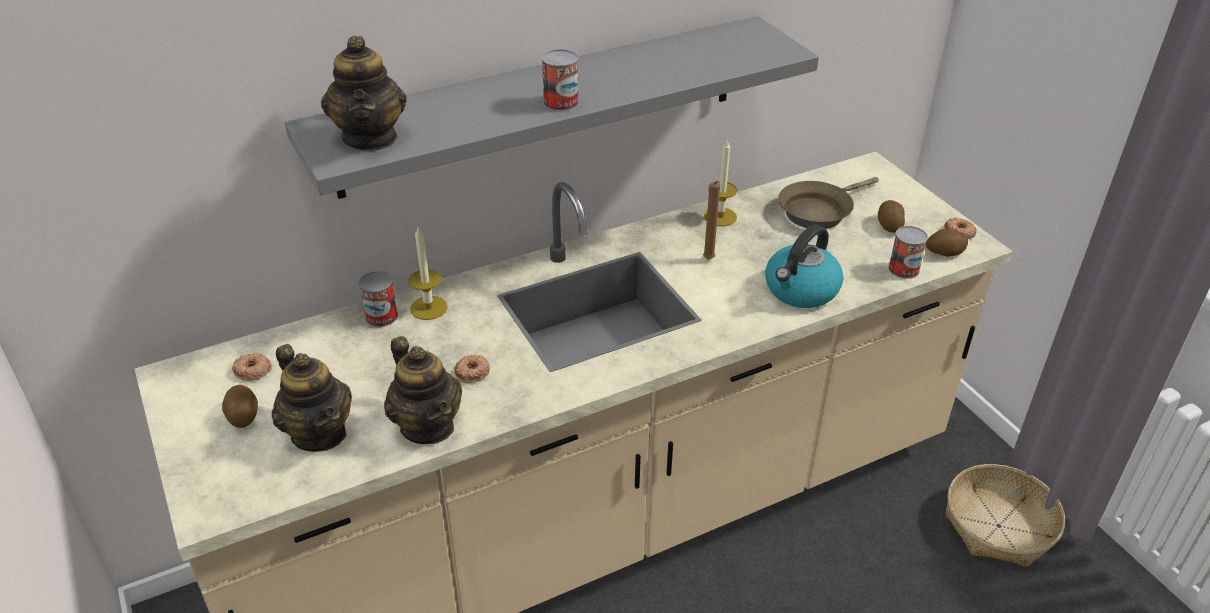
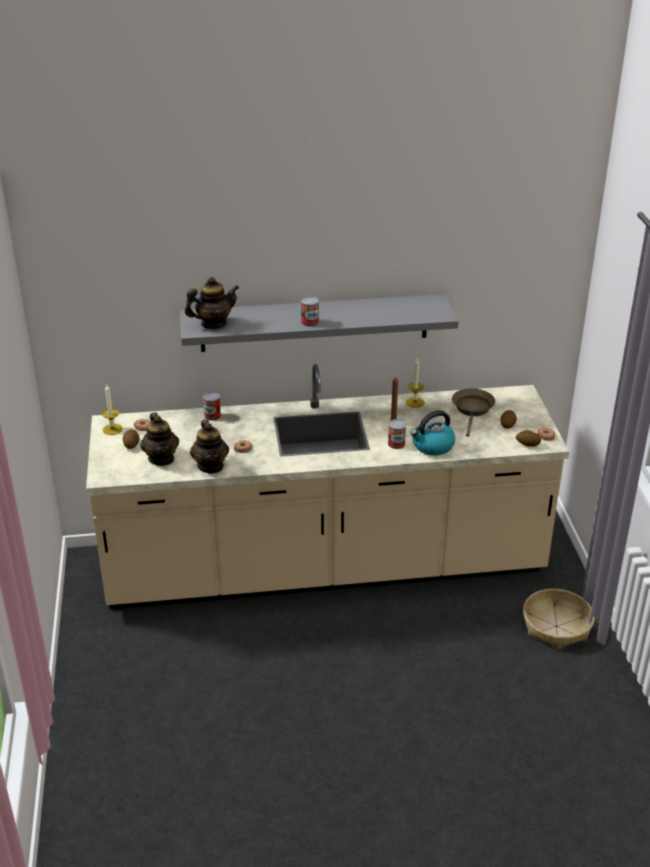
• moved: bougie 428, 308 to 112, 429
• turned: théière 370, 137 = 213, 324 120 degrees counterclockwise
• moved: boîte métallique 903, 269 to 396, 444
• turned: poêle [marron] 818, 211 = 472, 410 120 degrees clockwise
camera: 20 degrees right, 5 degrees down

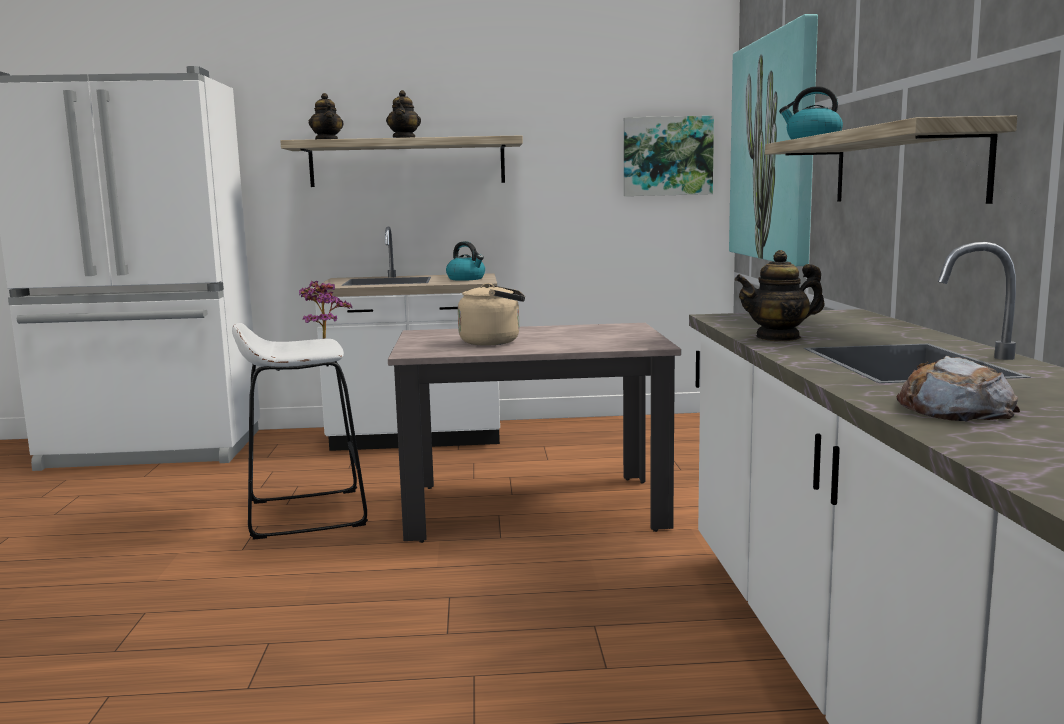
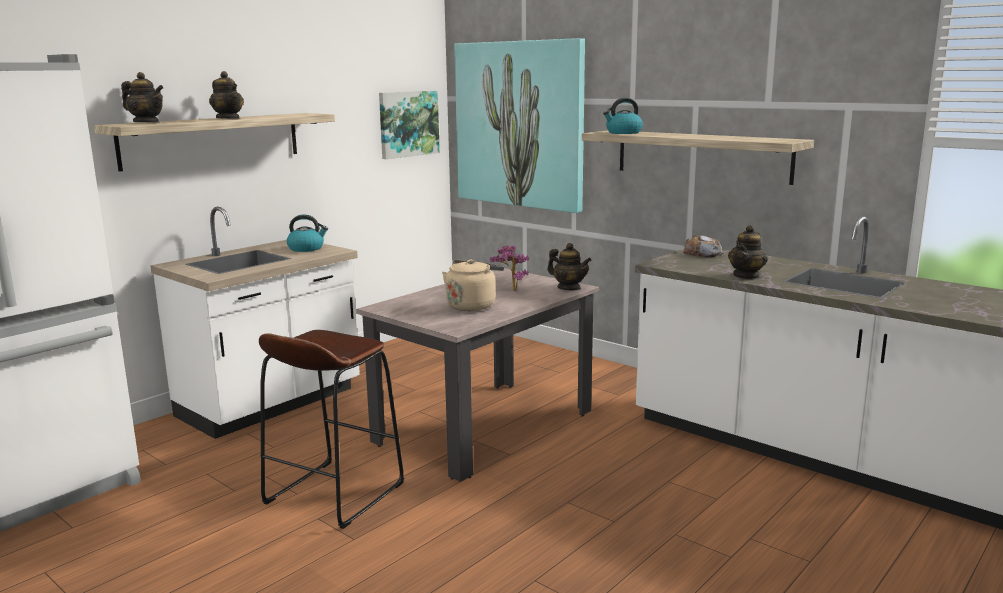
• recoloured: tabouret [blanc] 306, 513 to tabouret [marron] 334, 493
• moved: plante en pot 323, 338 to 511, 290
• added: théière 569, 288
• moved: pain 954, 409 to 702, 253
camera: 45 degrees left, 5 degrees up

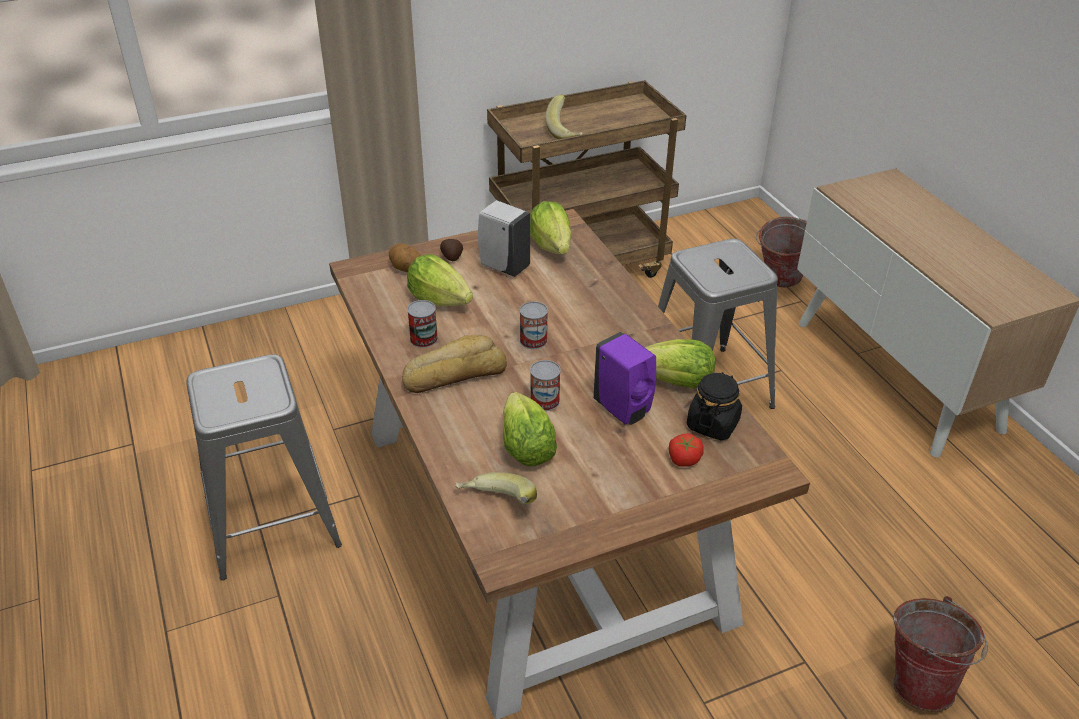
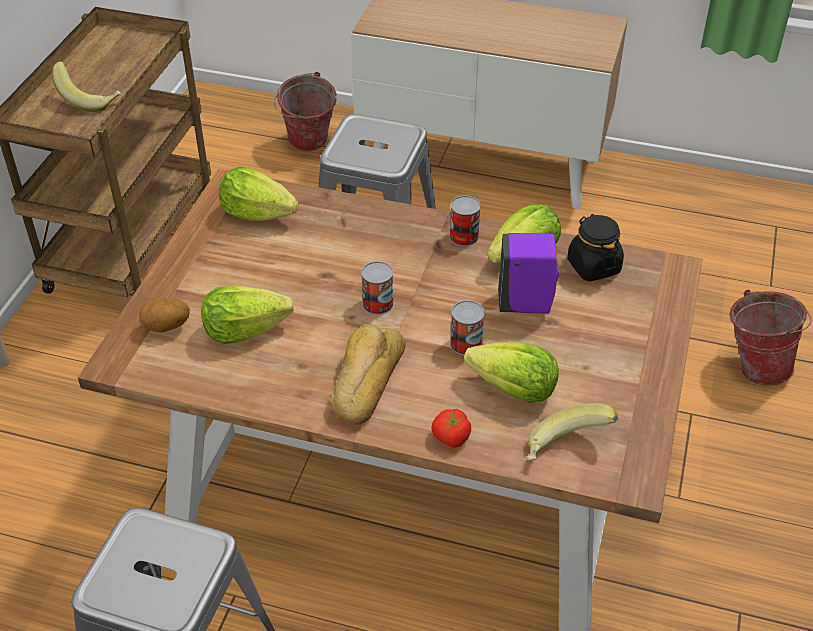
• moved: tomate 683, 458 to 451, 436
• moved: boîte métallique 424, 339 to 464, 236
• removed: pomme de terre 452, 257
• removed: distributeur de savon [blanc] 503, 266
camera: 50 degrees left, 5 degrees up

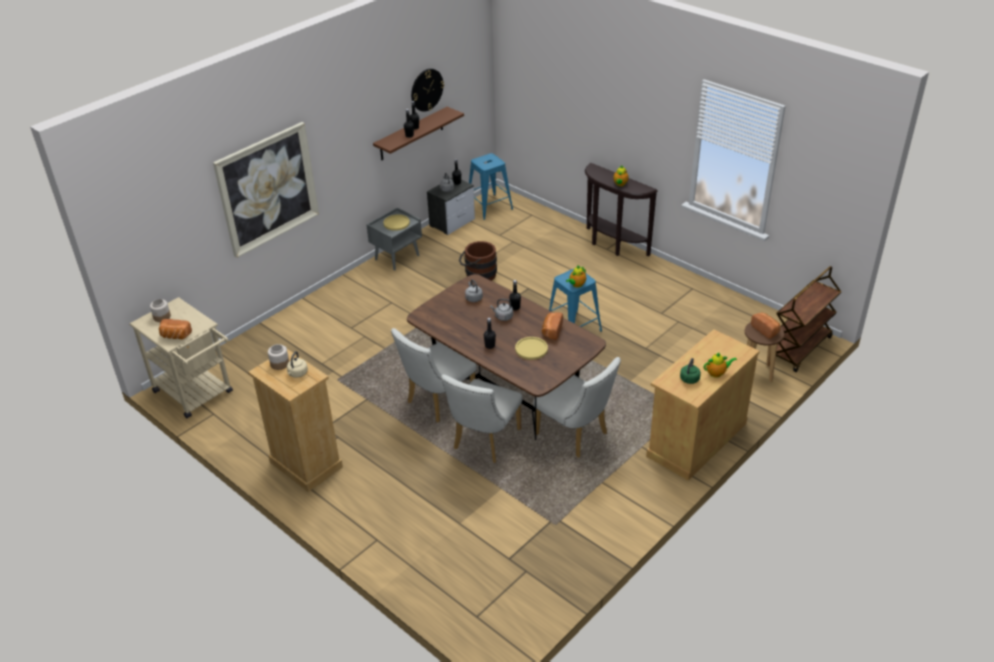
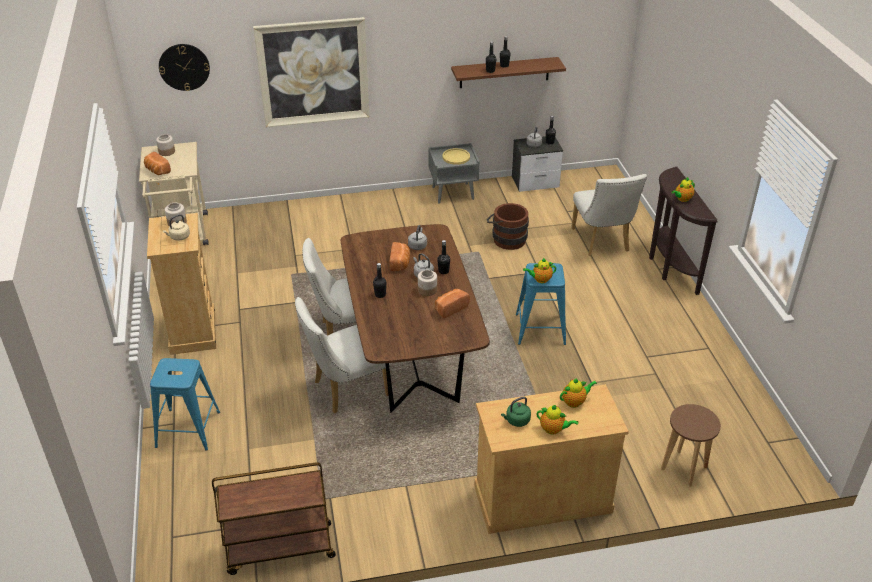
• moved: tabouret [bleu] 489, 207 to 187, 429
• moved: horloge murale 426, 89 to 184, 67
• moved: chariot [marron] 800, 349 to 279, 549
• moved: pain 766, 330 to 400, 263
• added: bocal 427, 290
• added: théière 575, 402
• moved: chaise [blanc] 576, 436 to 602, 242
• removed: assiette [jaune] 531, 349
camera: 35 degrees right, 0 degrees up

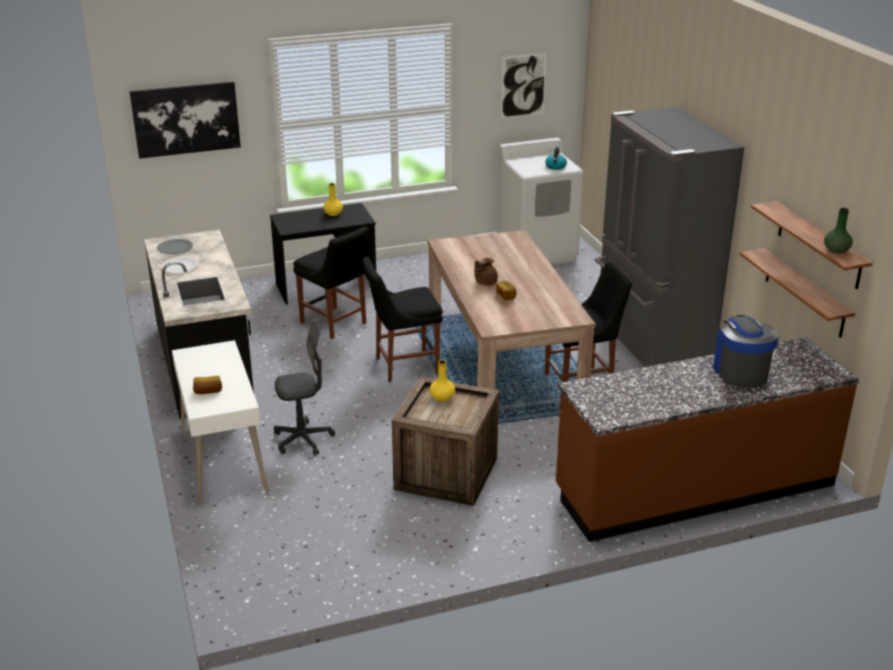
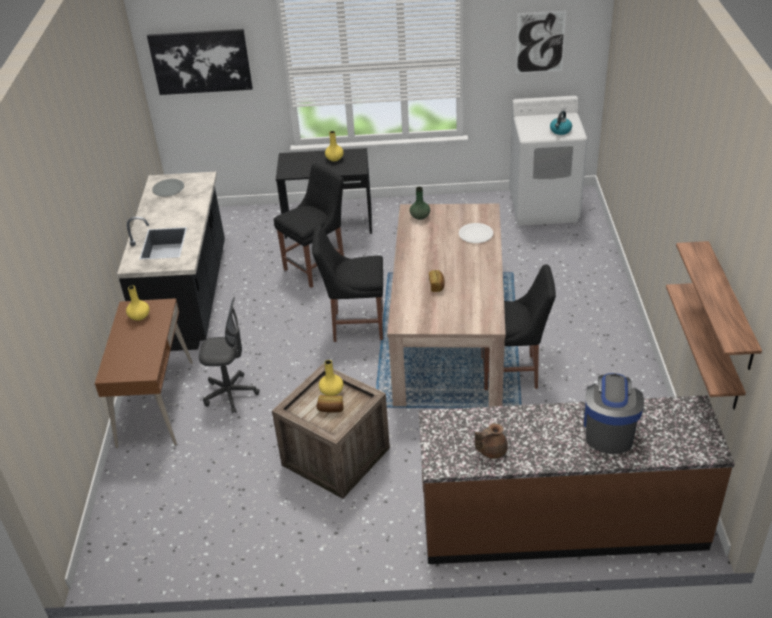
• recoloured: bureau [blanc] 222, 460 to bureau [marron] 155, 403
• added: vase [jaune] 139, 316
• turned: chaise [noir] 335, 324 = 317, 267 105 degrees counterclockwise
• moved: pain 208, 391 to 331, 409
• moved: vase [vert] 836, 250 to 420, 216
• moved: assiette [blanc] 180, 267 to 475, 234
• moved: théière [marron] 485, 283 to 491, 451
• removed: réfrigérateur [gris] 650, 341
camera: 20 degrees right, 10 degrees up

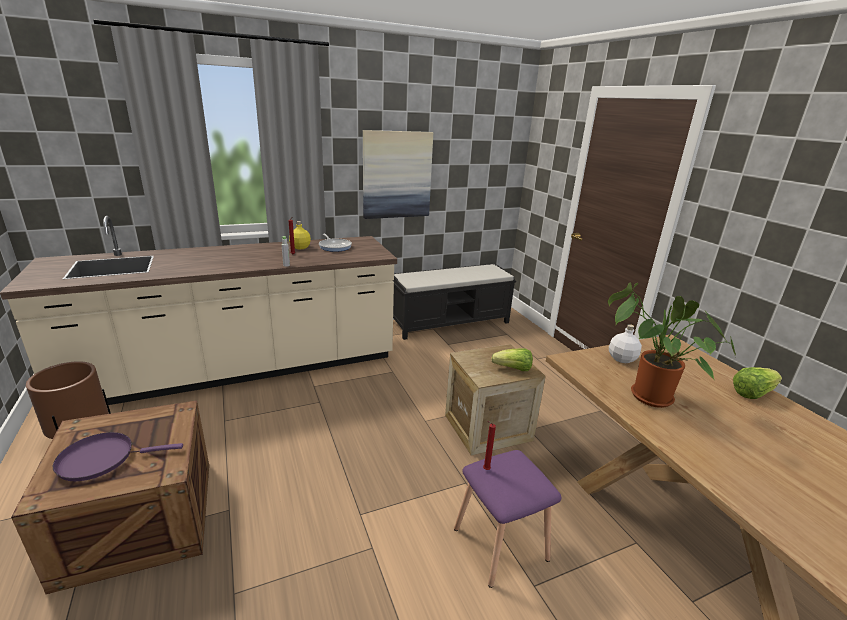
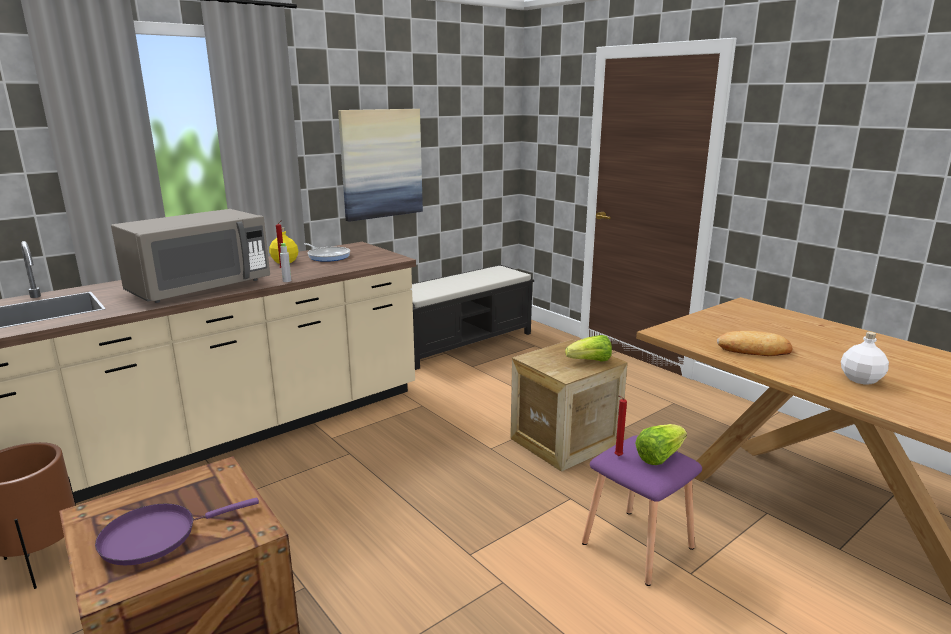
• added: micro-ondes [gris] 200, 288
• moved: laitue 752, 393 to 659, 456
• replaced: plante en pot 646, 397 to pain 754, 350
• moved: bouteille [blanc] 621, 359 to 861, 380
camera: 15 degrees left, 5 degrees down

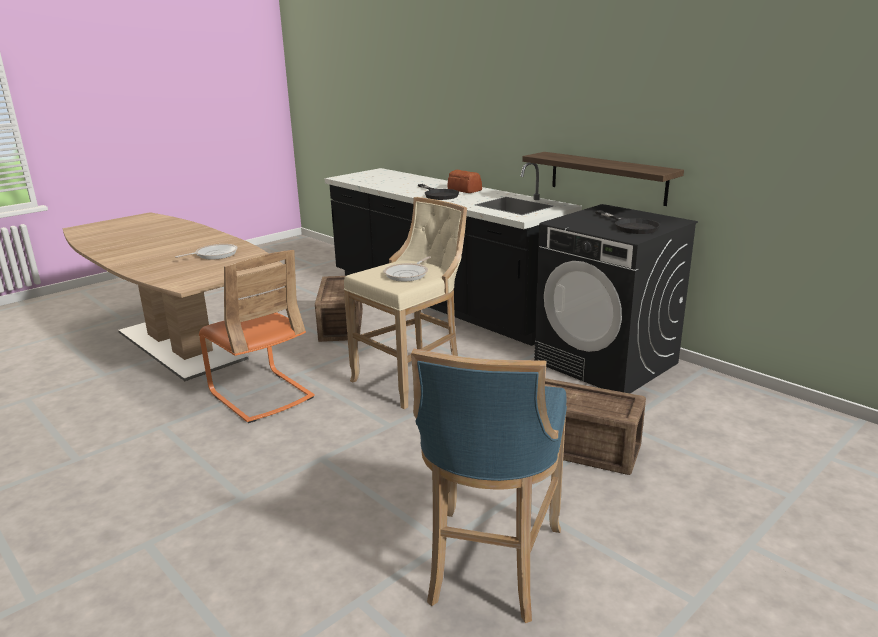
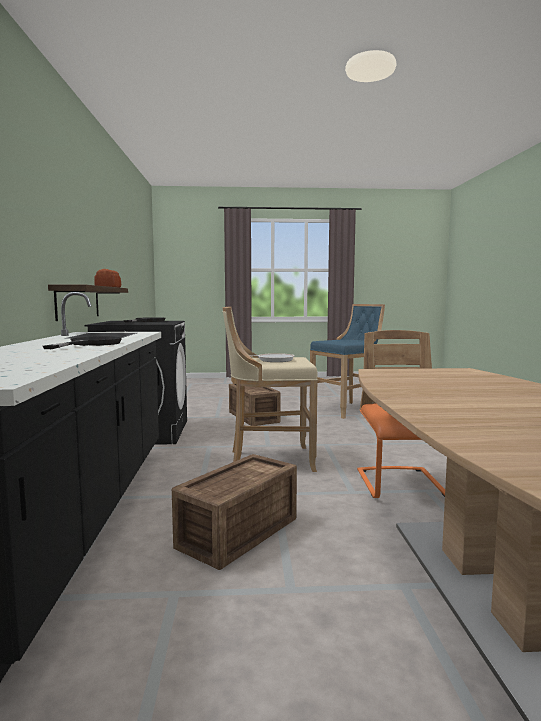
• moved: pain 464, 190 to 109, 287
• removed: poêle 214, 255
camera: 140 degrees left, 15 degrees down

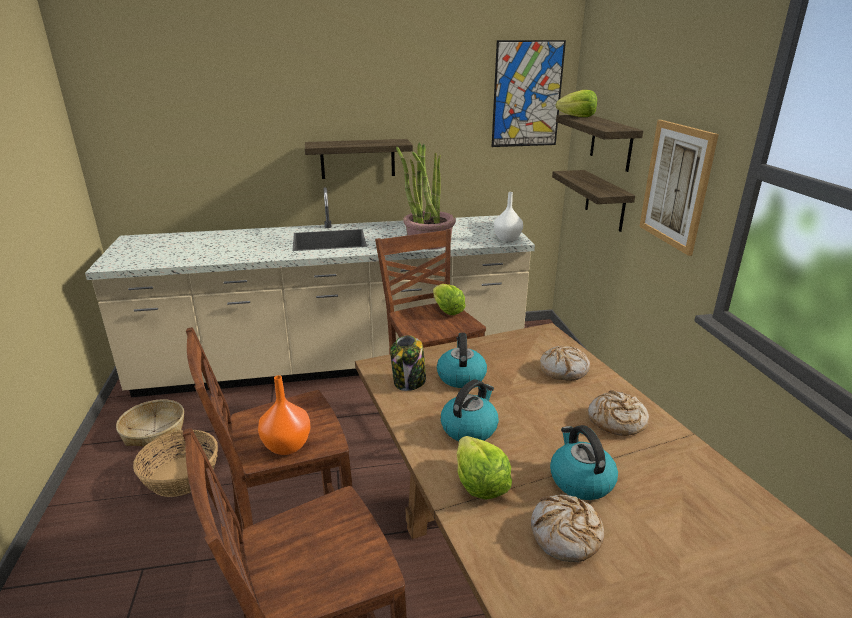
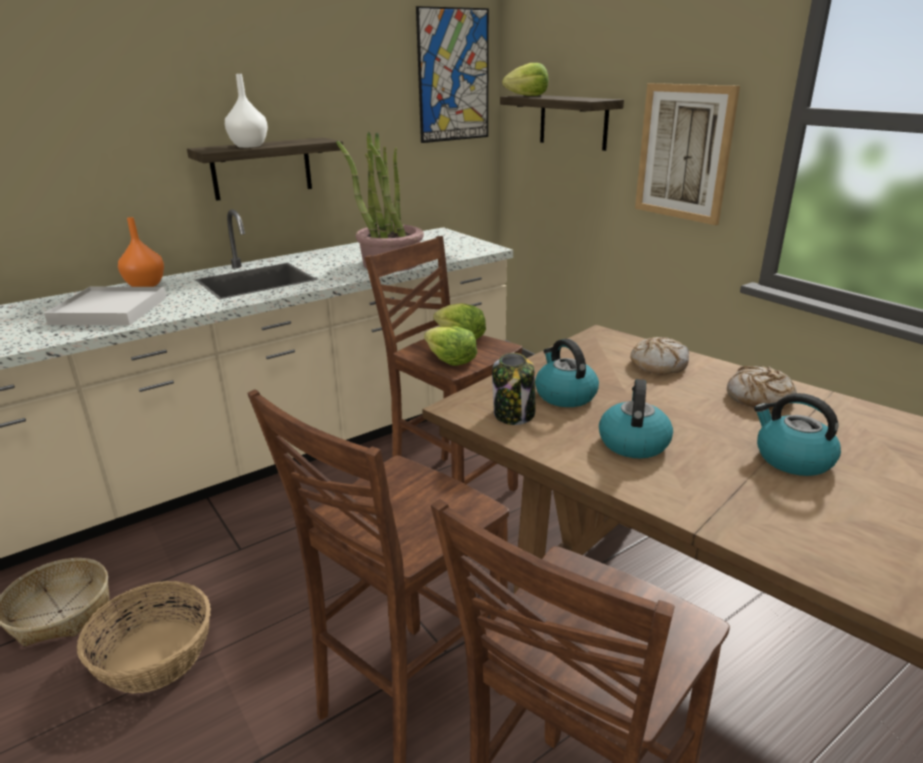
• added: plateau [blanc] 110, 310
• moved: vase [orange] 287, 445 to 146, 285
• moved: vase [blanc] 507, 238 to 249, 146
• moved: laitue 480, 483 to 450, 360
• removed: pain 565, 535
• removed: étagère 605, 200
camera: 25 degrees left, 0 degrees up

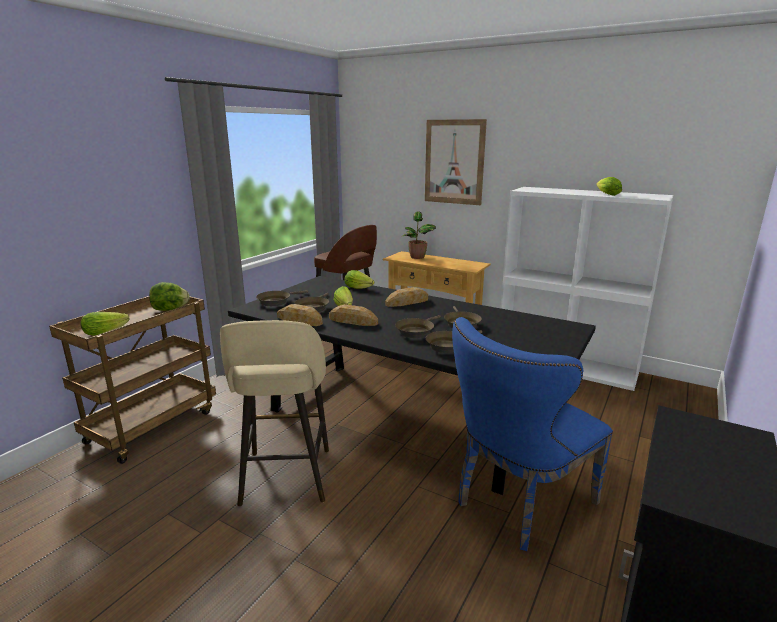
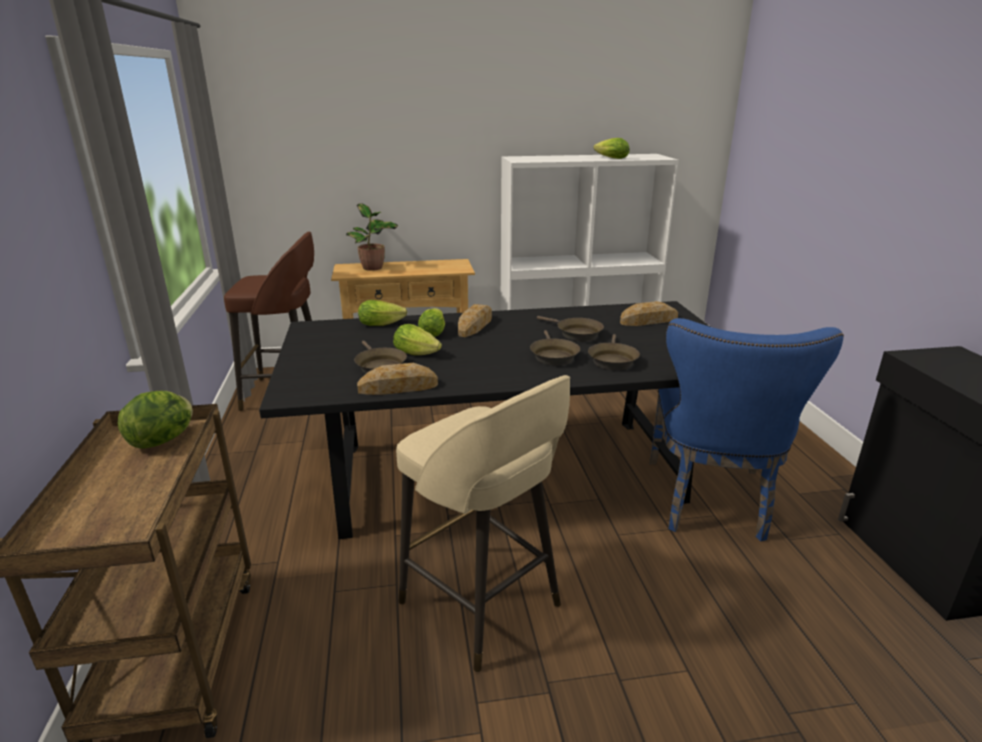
• moved: laitue 108, 331 to 434, 331
• moved: pain 353, 321 to 648, 320
• removed: poêle [marron] 276, 301
• removed: tableau 454, 162
camera: 40 degrees left, 5 degrees up

